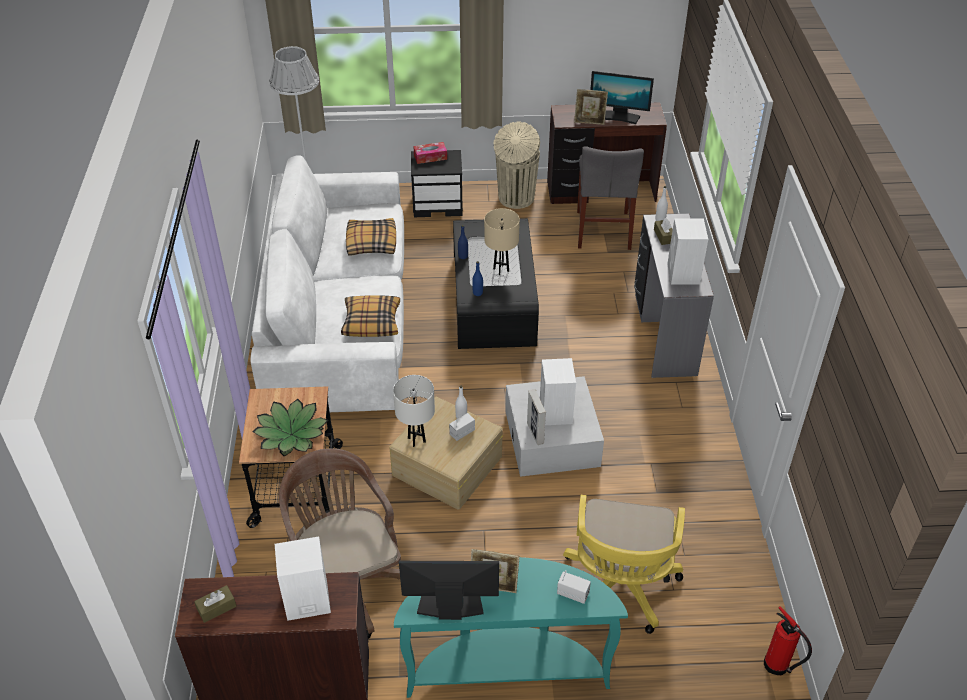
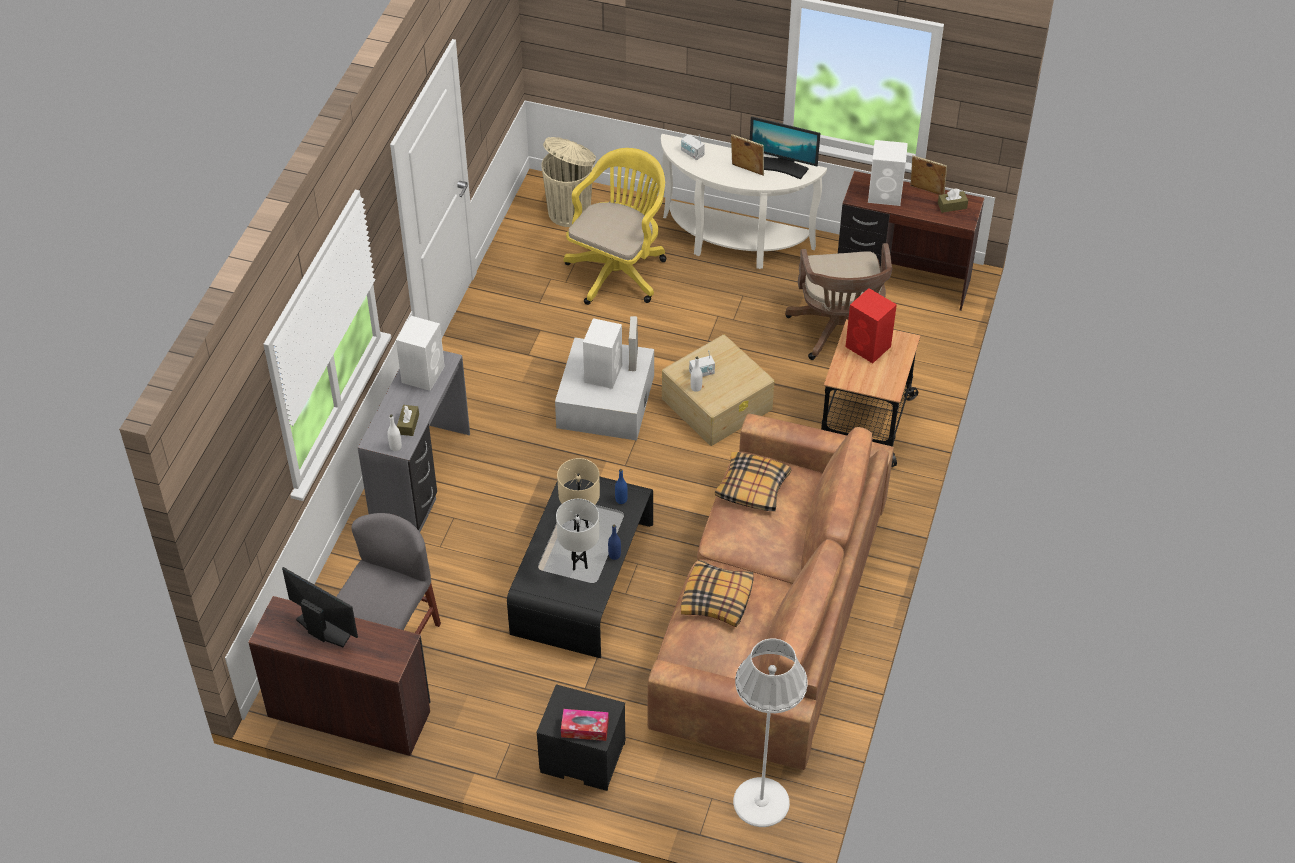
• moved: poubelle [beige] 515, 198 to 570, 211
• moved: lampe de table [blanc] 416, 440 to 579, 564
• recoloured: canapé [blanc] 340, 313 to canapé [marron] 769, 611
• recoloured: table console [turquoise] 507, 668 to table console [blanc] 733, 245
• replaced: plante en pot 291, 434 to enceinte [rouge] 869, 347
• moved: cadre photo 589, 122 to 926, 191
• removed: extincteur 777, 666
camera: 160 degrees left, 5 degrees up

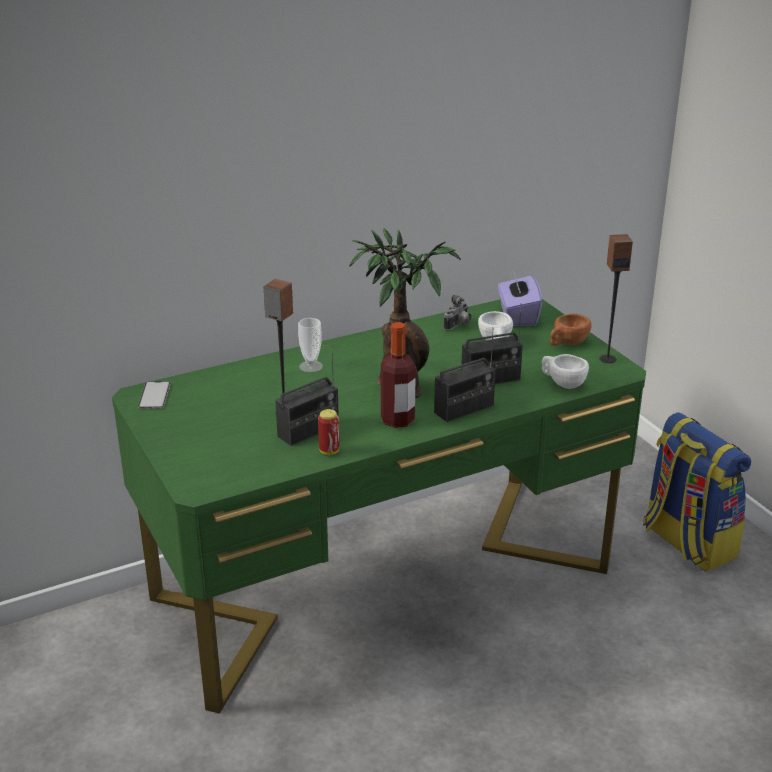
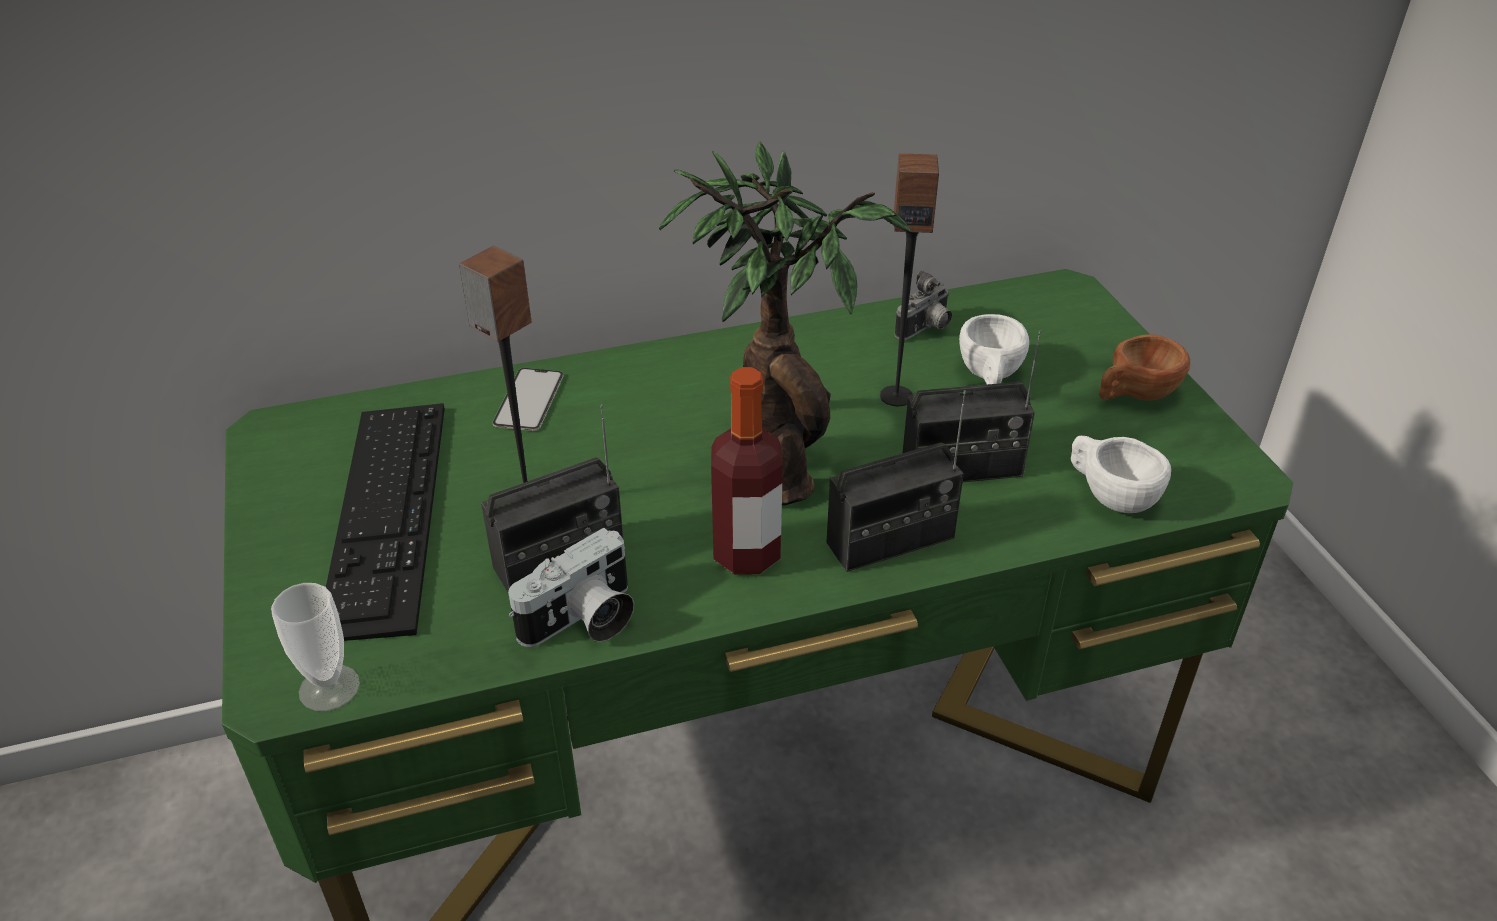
• moved: tasse 311, 366 to 329, 688
• added: clavier 386, 513
• moved: téléphone 154, 395 to 529, 400
• replaced: boîte métallique 329, 451 to appareil photo 583, 621
• moved: enceinte 607, 359 to 896, 396
• removed: boîte à mouchoirs [violet] 517, 316
• removed: sac à dos 687, 543
camera: 10 degrees right, 10 degrees up

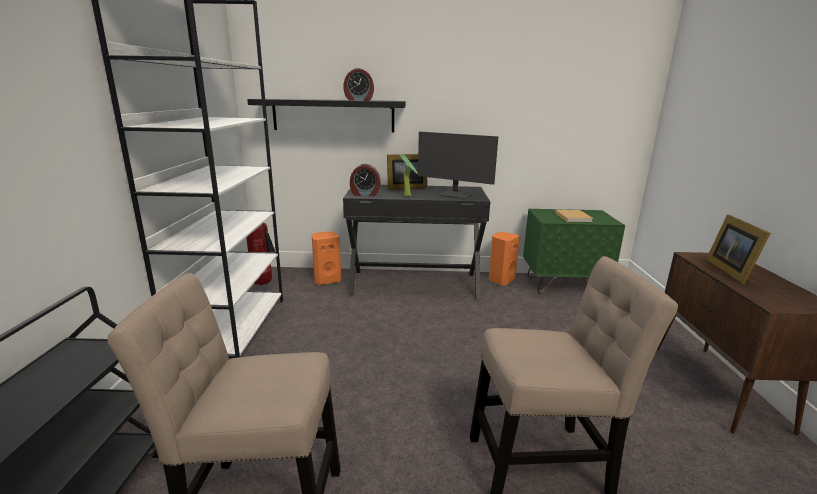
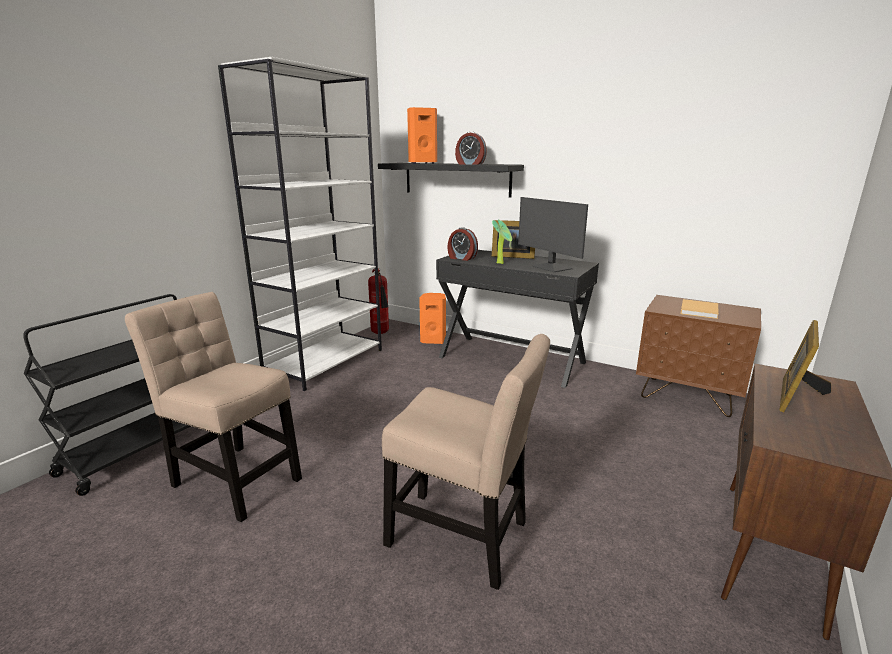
• moved: enceinte [orange] 500, 280 to 421, 163
• recoloured: table de chevet [vert] 563, 286 to table de chevet [marron] 687, 396
camera: 30 degrees right, 0 degrees up

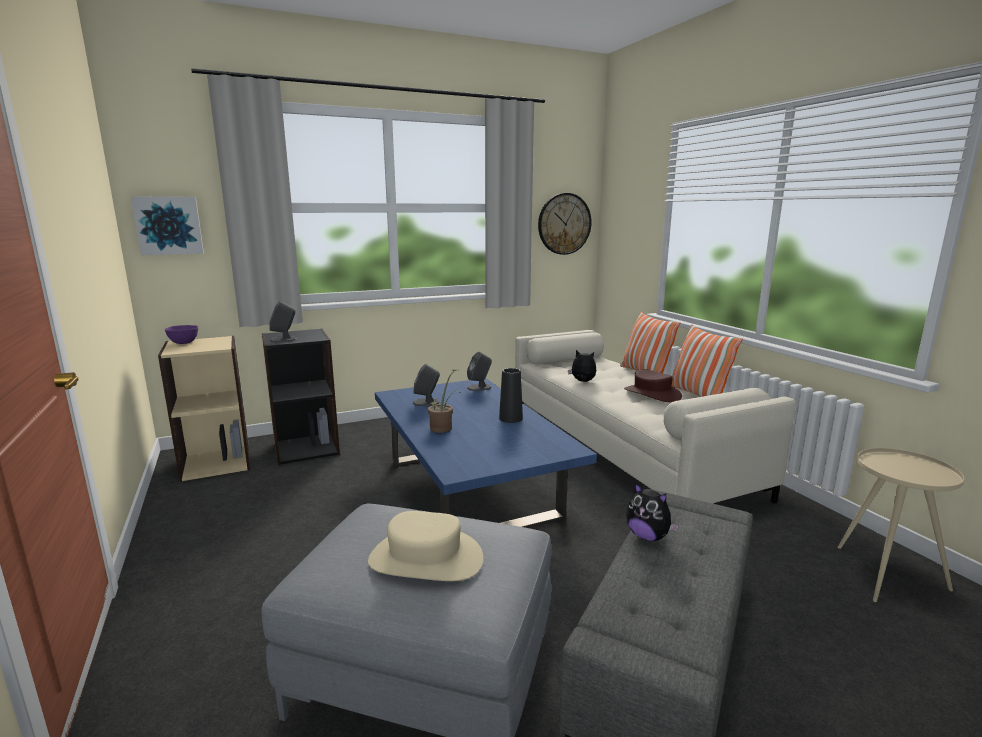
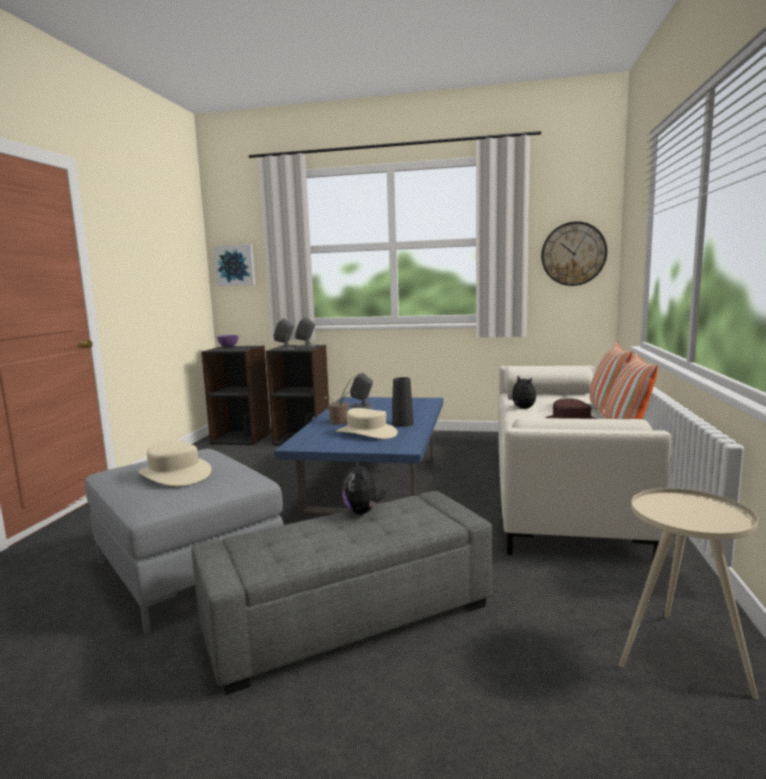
• recoloured: bibliothèque [beige] 217, 462 to bibliothèque [noir] 242, 438
• moved: enceinte [gris] 479, 387 to 306, 346
• added: chapeau [beige] 367, 433
camera: 35 degrees right, 5 degrees down

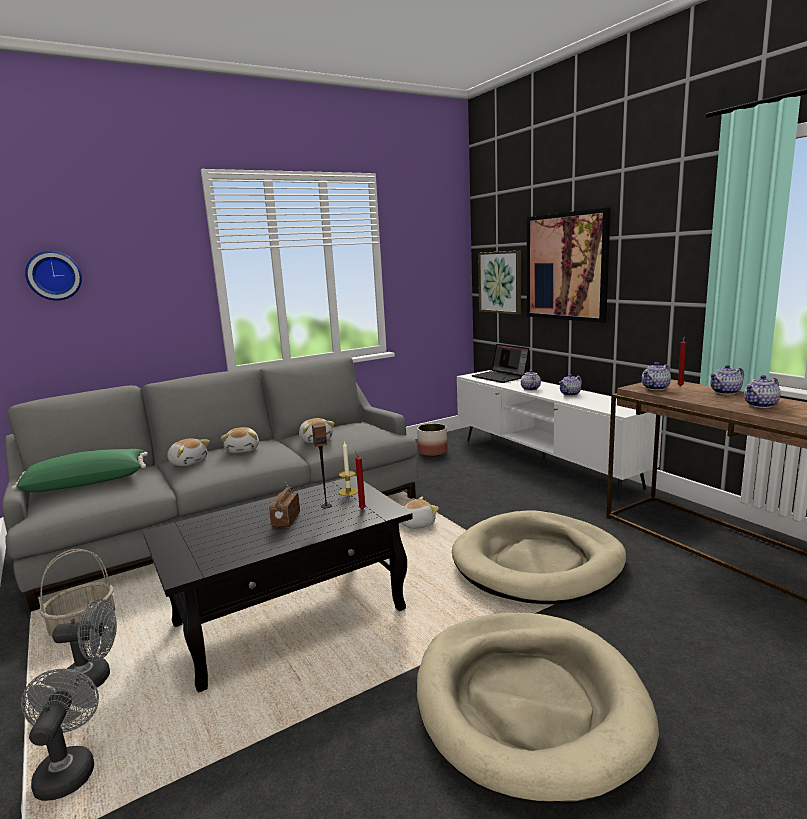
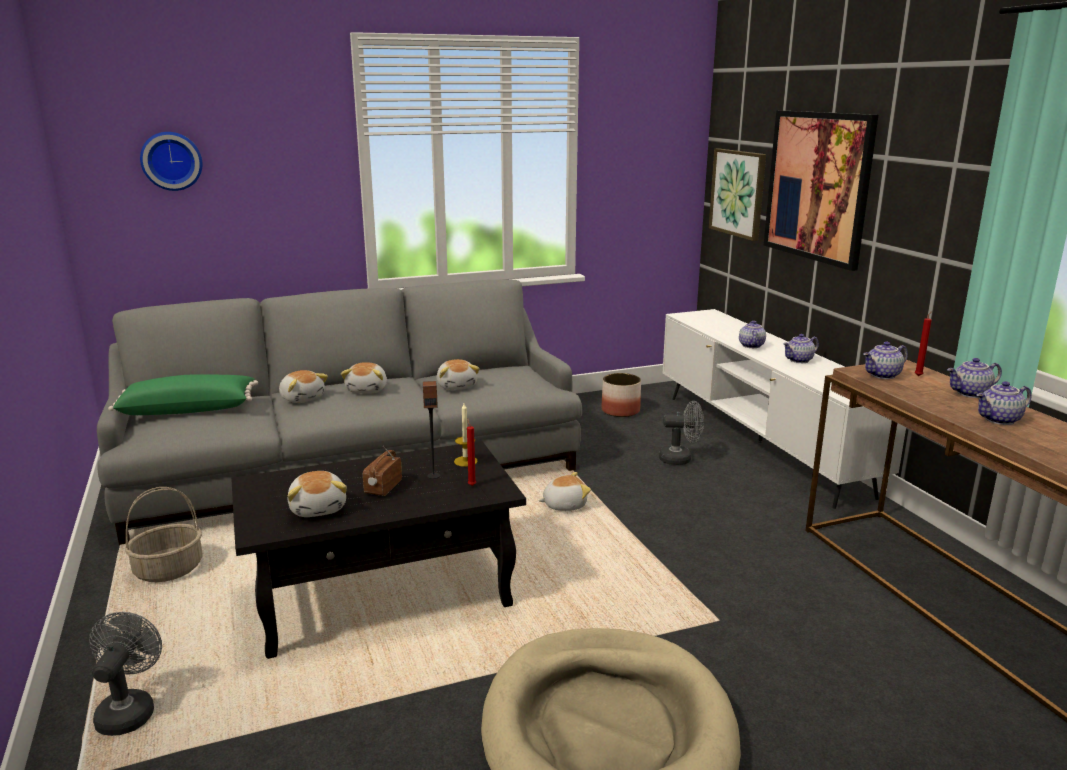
• added: peluche 319, 508
• moved: ventilateur [gris] 94, 679 to 680, 459
• removed: panier pour chien [beige] 538, 562
• removed: ordinateur portable 500, 377
camera: 10 degrees right, 5 degrees up

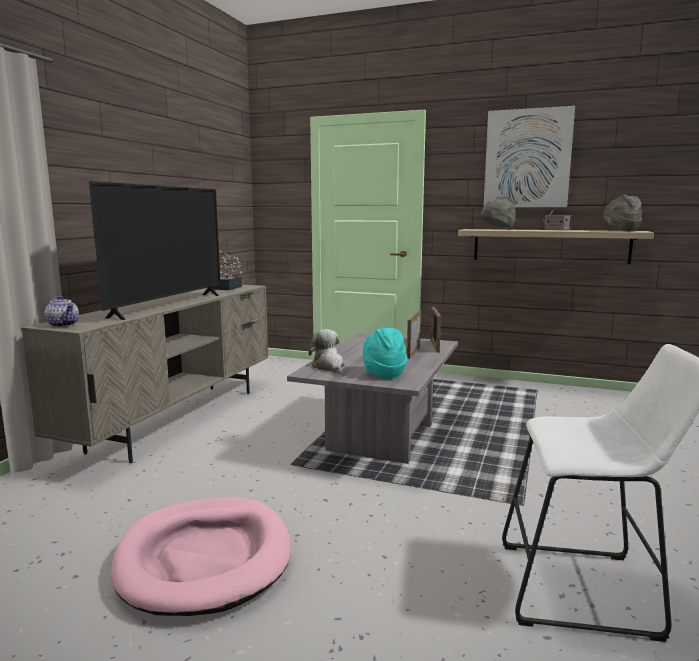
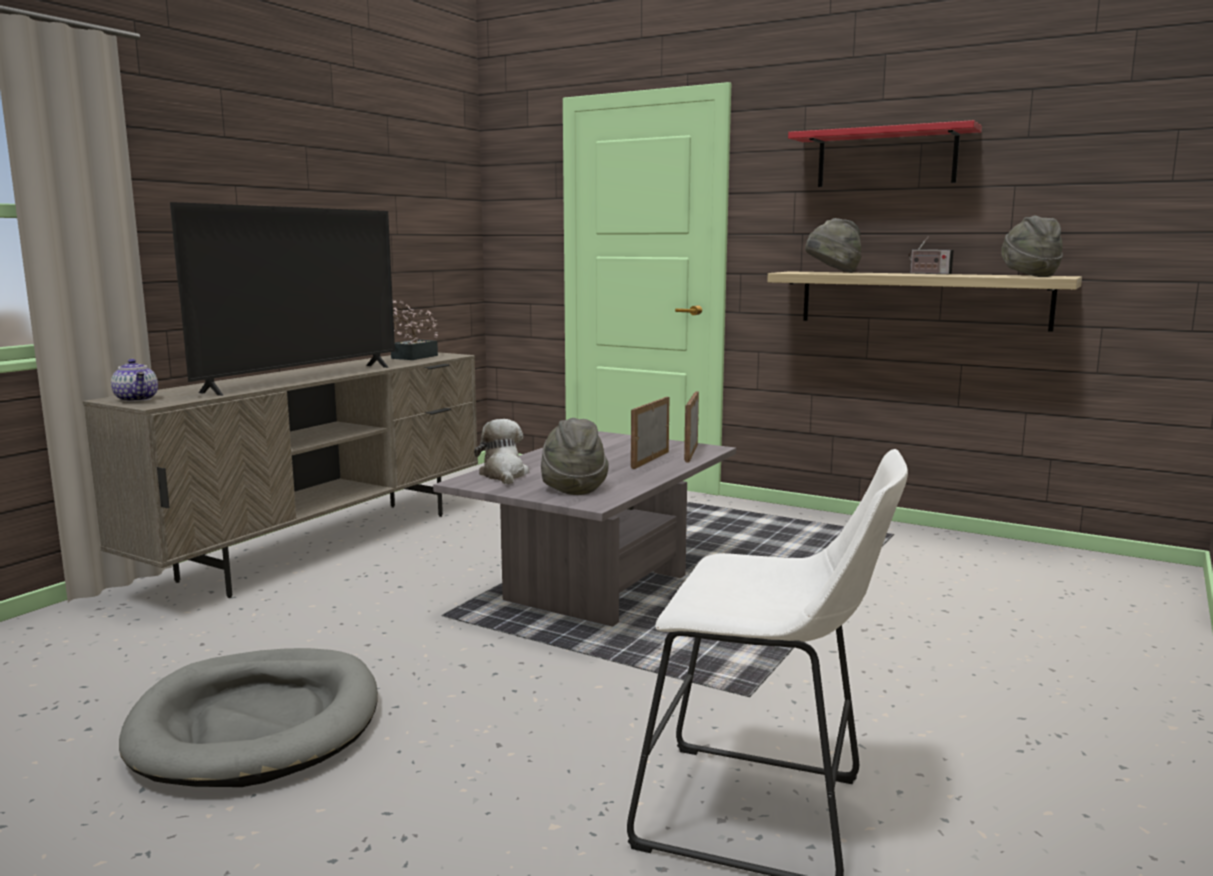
• recoloured: panier pour chien [rose] 205, 558 to panier pour chien [gris] 258, 724
• recoloured: chapeau [turquoise] 383, 374 to chapeau [gris] 573, 488
• replaced: tableau 527, 158 to étagère [rouge] 886, 158
camera: 10 degrees right, 0 degrees up

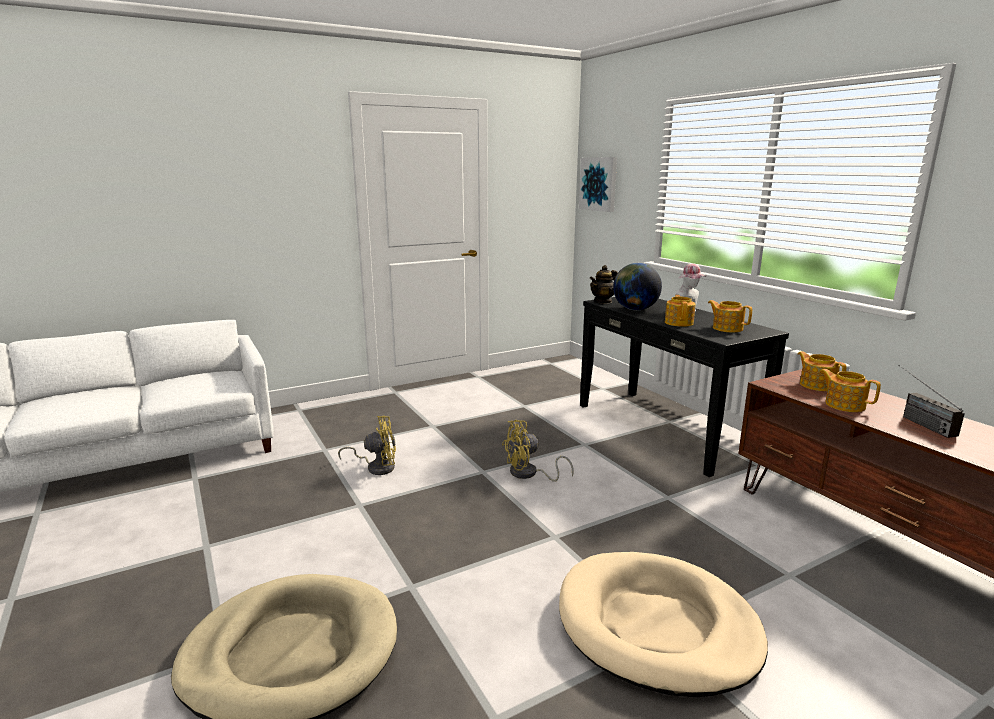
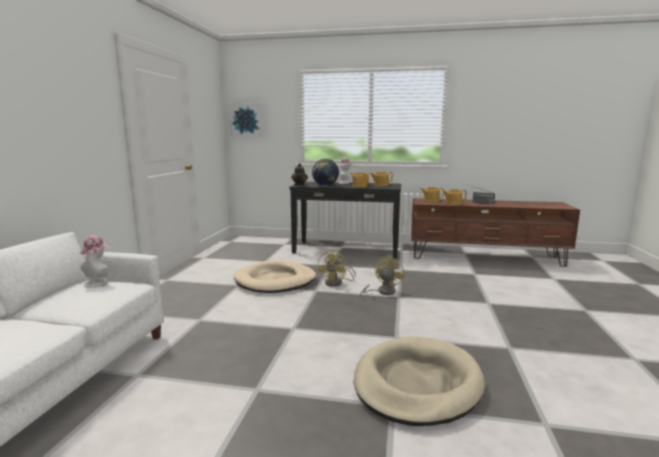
• added: chapeau 99, 282
• moved: panier pour chien [beige] 656, 626 to 275, 281
• moved: ventilateur [jaune] 377, 467 to 382, 292
camera: 50 degrees left, 5 degrees down

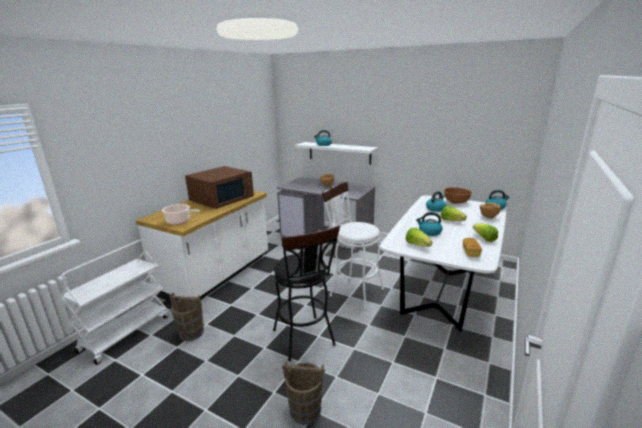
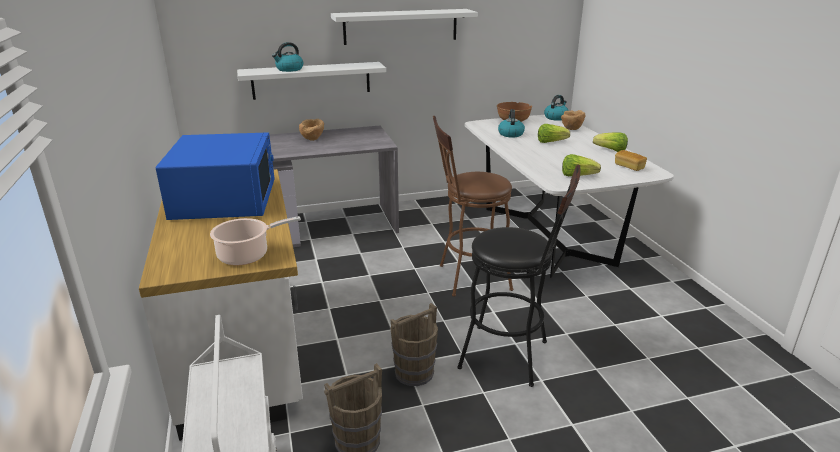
• recoloured: micro-ondes [marron] 222, 199 to micro-ondes [bleu] 225, 199
• added: étagère [blanc] 400, 26
• moved: seau [marron] 305, 410 to 414, 372
• recoloured: tabouret [blanc] 352, 291 to tabouret [marron] 468, 278
• removed: bouilloire 429, 232
camera: 45 degrees left, 5 degrees up

